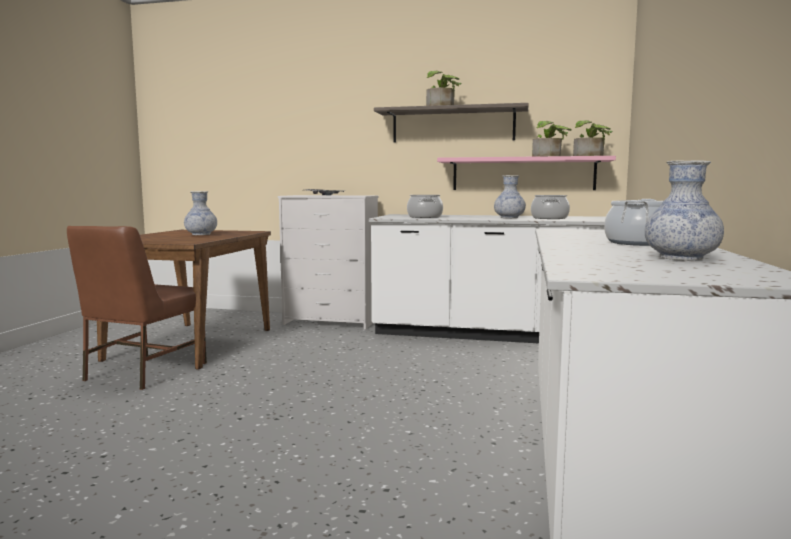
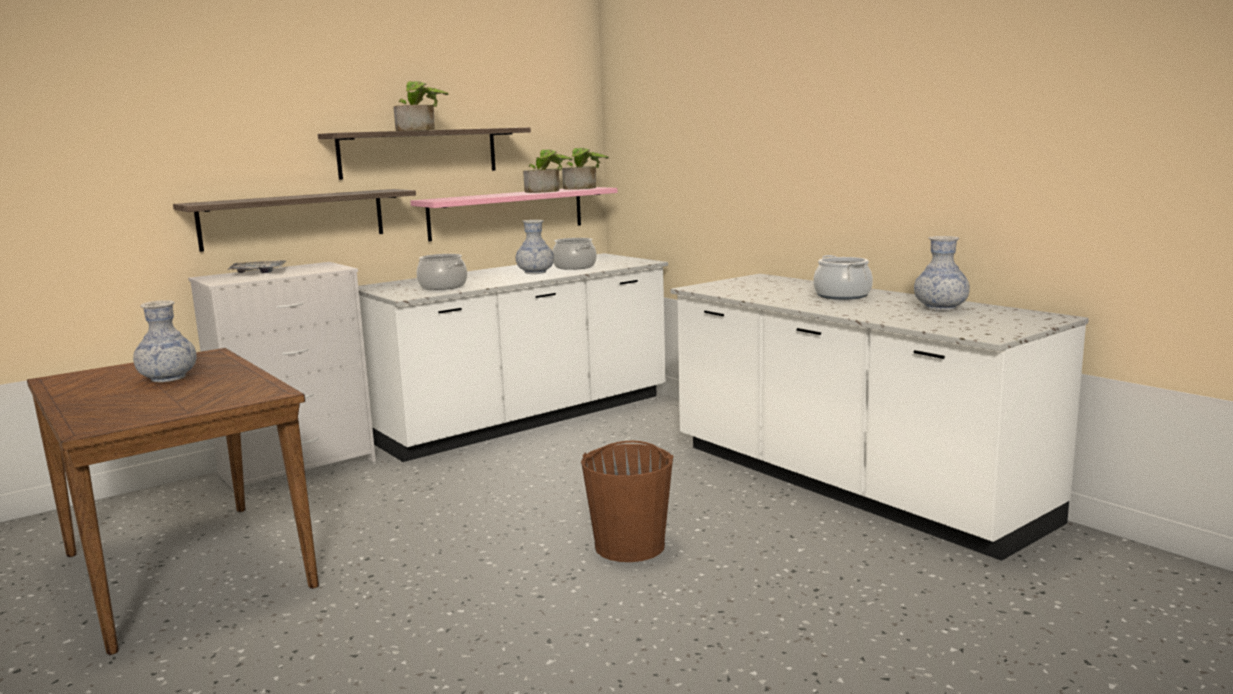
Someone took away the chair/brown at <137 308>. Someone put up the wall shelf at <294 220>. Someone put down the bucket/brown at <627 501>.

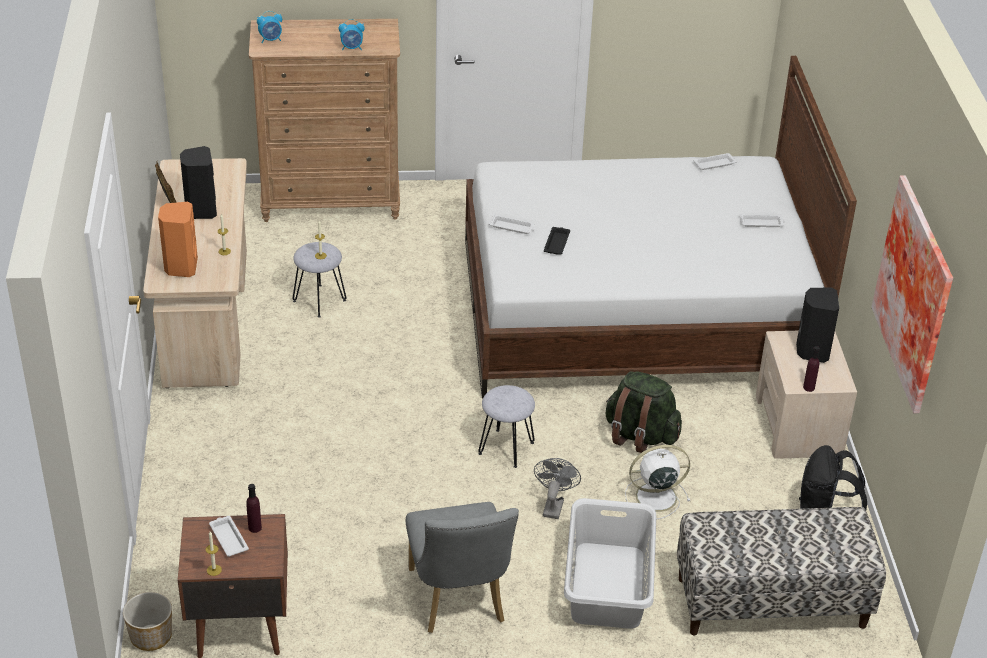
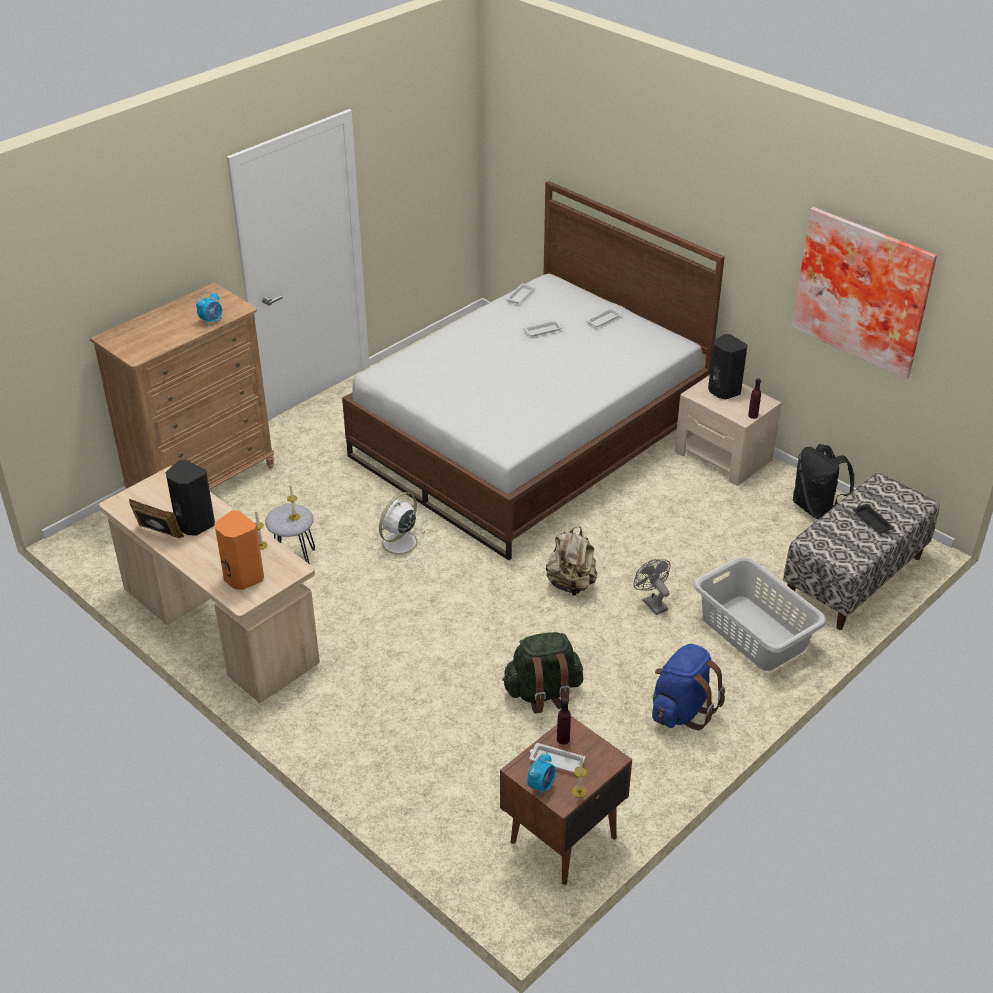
Someone carried the bedside clock from <269 27> to <541 774>. Someone carried the serving tray/white from <511 224> to <543 328>. Someone carried the serving tray/blackish from <557 241> to <873 519>. Someone carried the knapsack/greenish from <644 412> to <542 673>. Someone swapped the sitting stool/grey at <506 426> for the knapsack/sand-coloured at <571 561>. Someone carried the fan/white from <657 482> to <399 527>. Someone swapped the chair/grey at <462 567> for the knapsack/blue-coloured at <688 687>. Someone took away the flower pot at <147 621>.

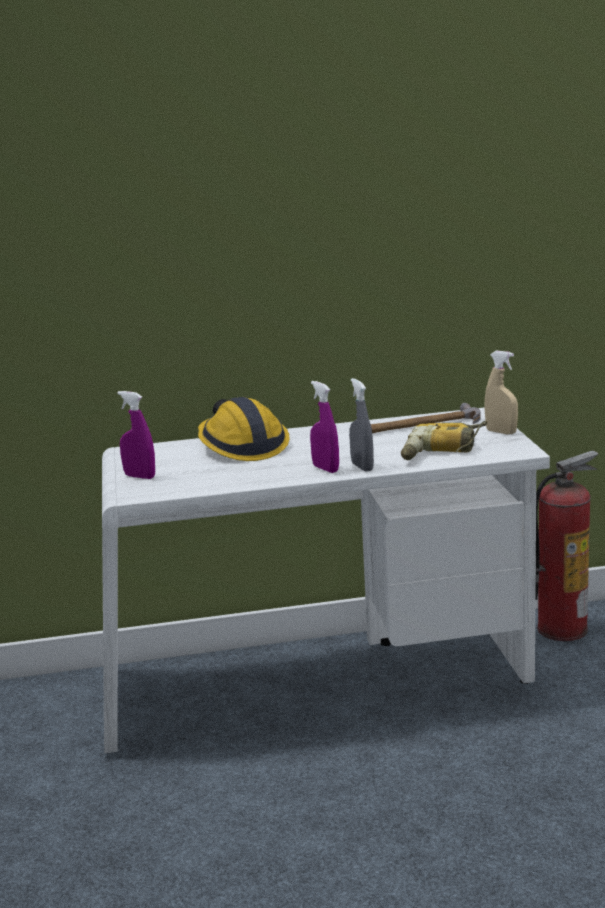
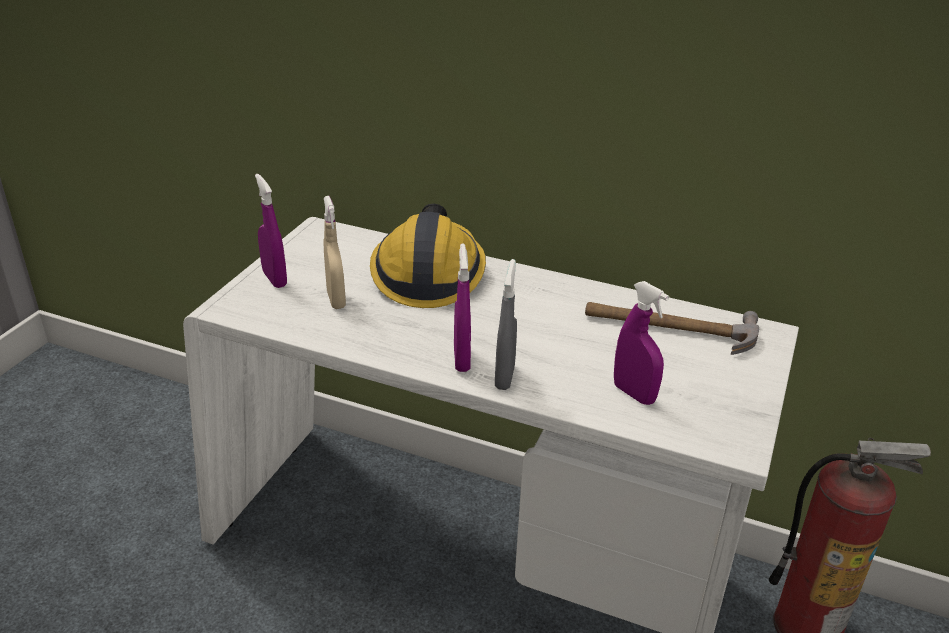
Someone carried the hand sprayer/sand-coloured from <501 392> to <334 252>. Someone swapped the drill at <444 440> for the hand sprayer/purple-coloured at <641 343>.

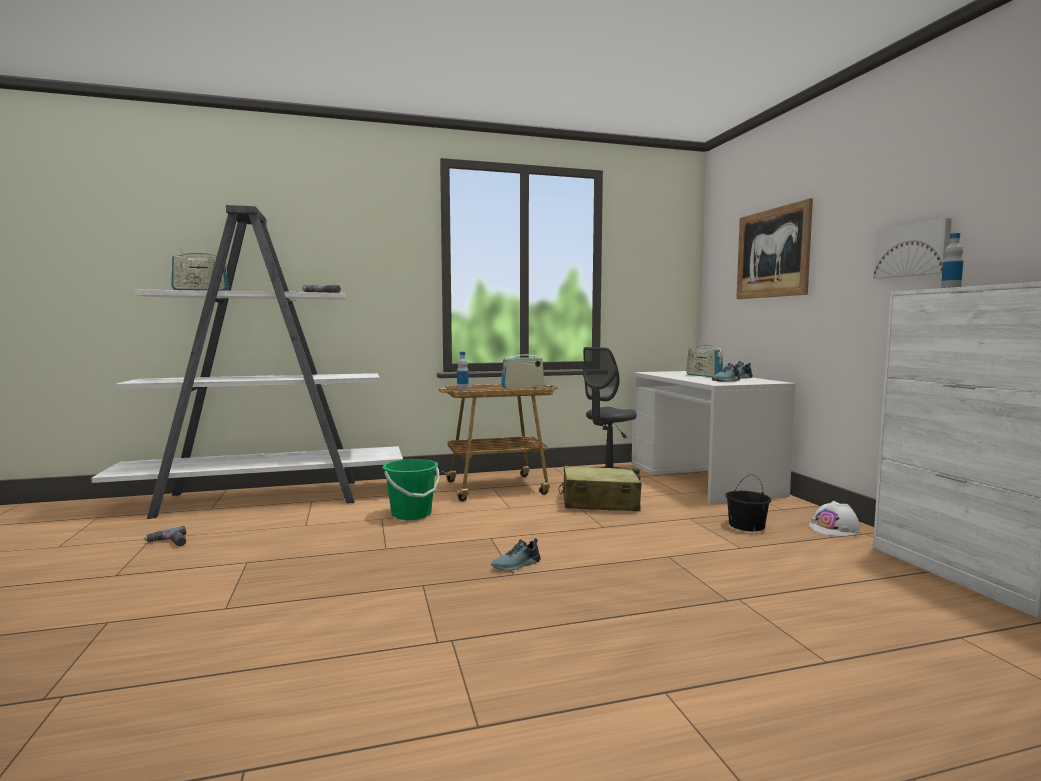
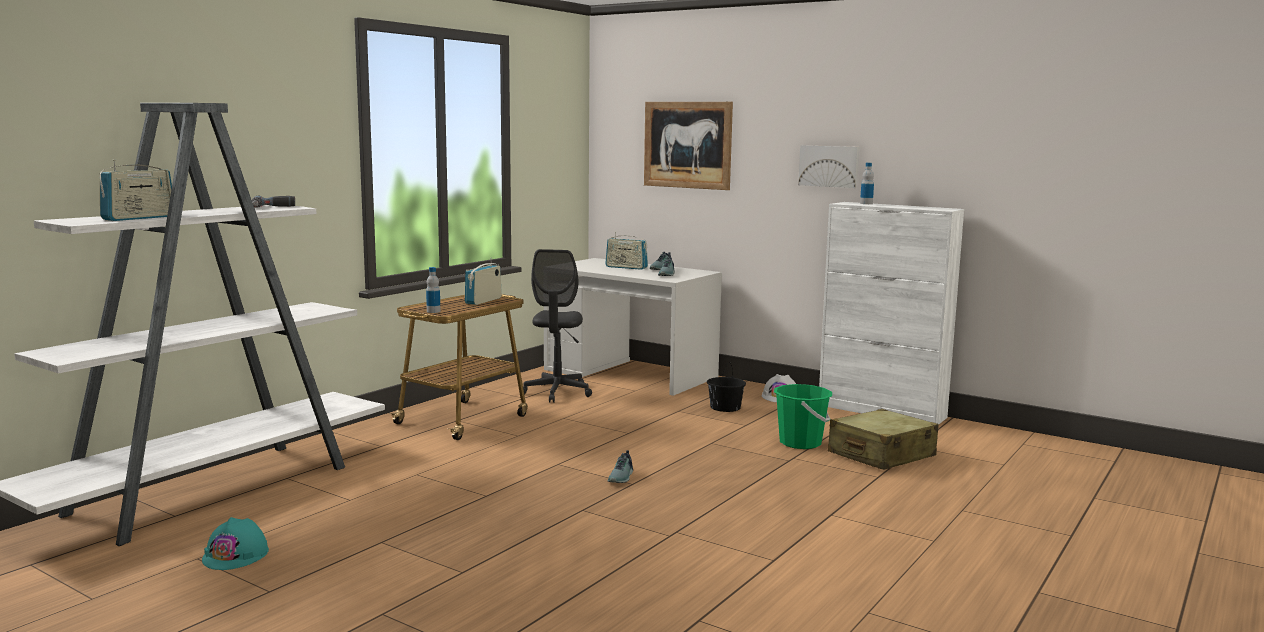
Someone carried the bucket/greenish from <411 489> to <803 416>. Someone carried the piece of luggage/sand-coloured from <599 488> to <883 439>. Someone swapped the drill at <165 536> for the hard hat/blue-green at <235 543>.

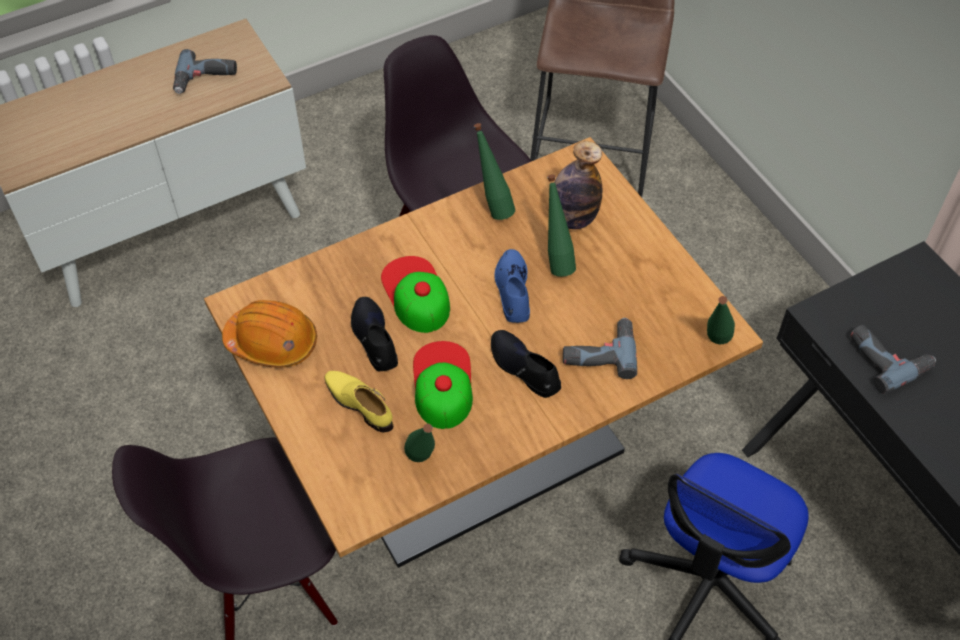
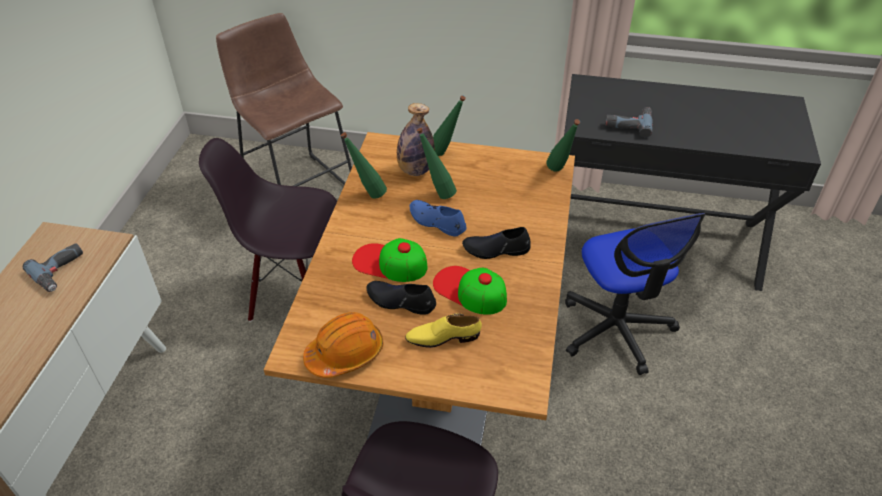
Someone took away the drill at <600 348>. Someone carried the drink bottle/greenish from <419 443> to <449 125>.

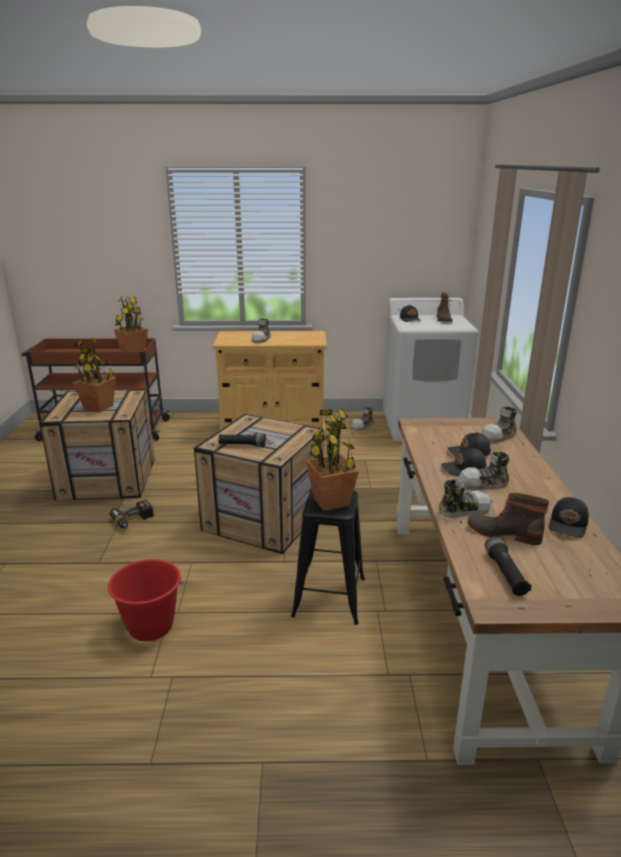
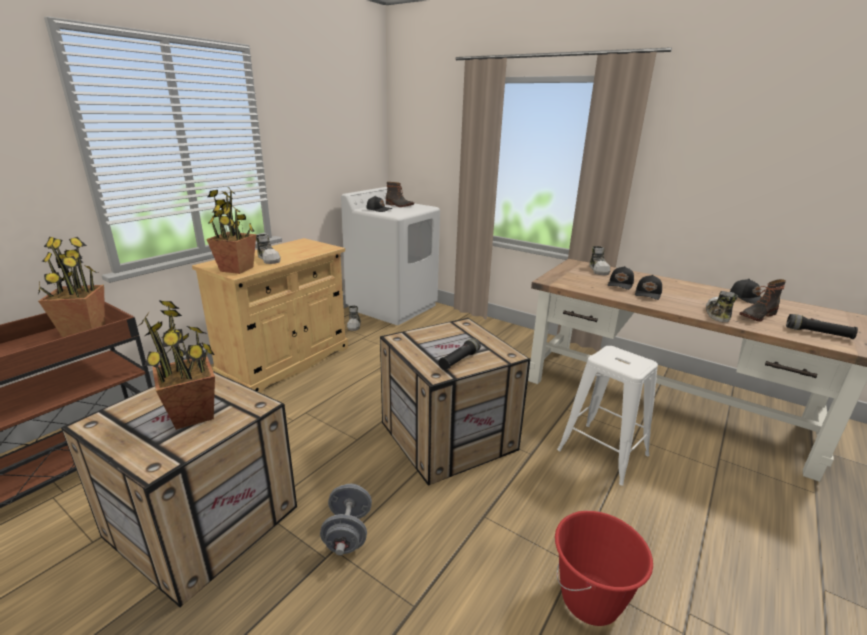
Someone carried the houseplant from <332 459> to <231 230>. Someone took away the low shoe at <484 471>. Someone repainted the sitting stool/blackish at <328 556>, which became the sitting stool/white at <607 416>. Someone swapped the drill at <132 514> for the dumbbell/grey at <346 519>.

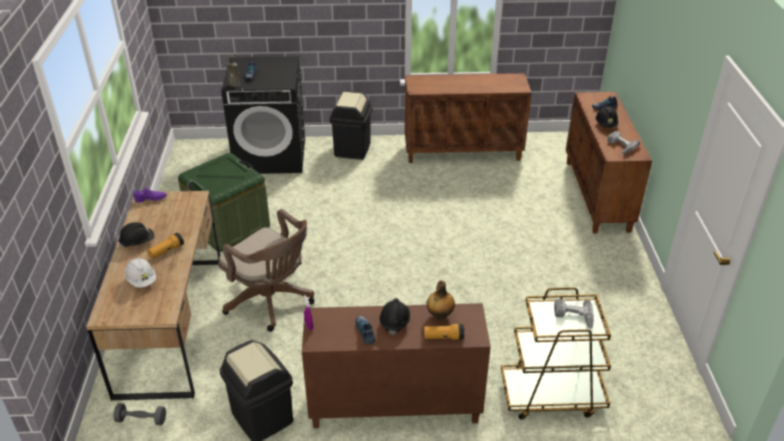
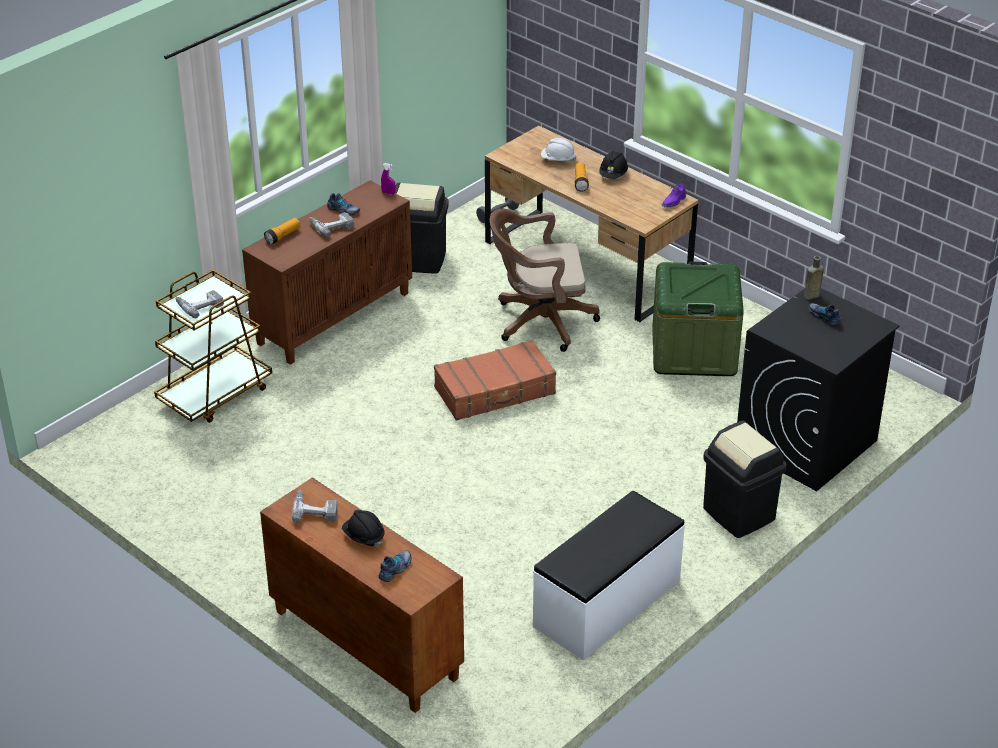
Someone swapped the cupboard/brown at <468 118> for the bench/white at <609 576>. Someone took away the drink bottle at <441 300>. Someone swapped the hard hat/blackish at <395 316> for the drill at <331 224>. Someone put down the piece of luggage/brown at <495 380>.

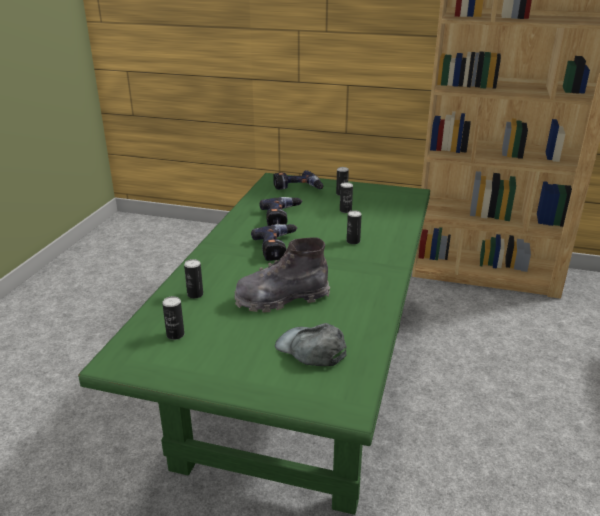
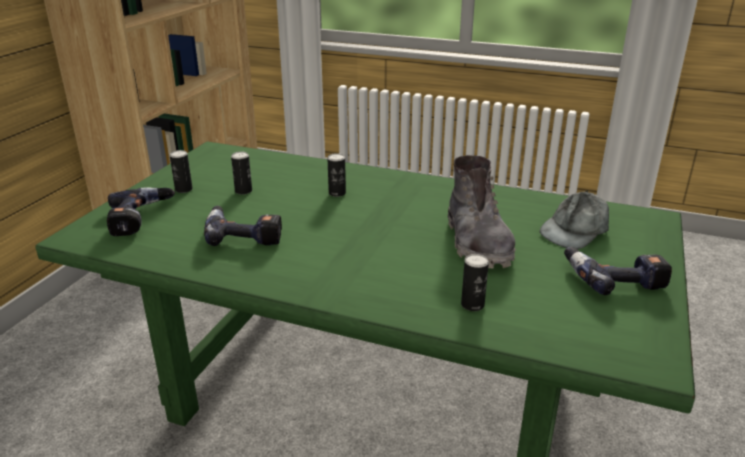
Someone carried the drill from <274 242> to <618 271>. Someone took away the metal can at <173 318>.

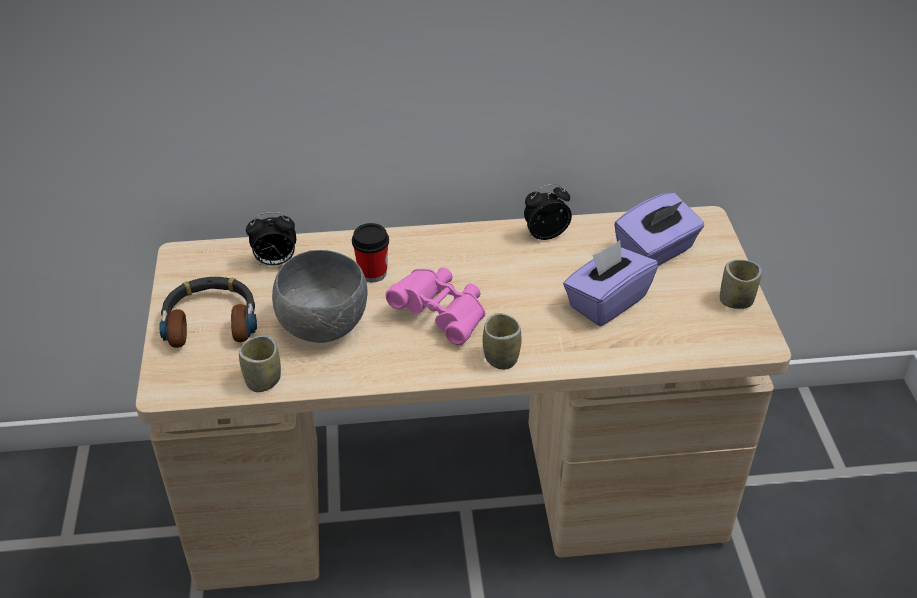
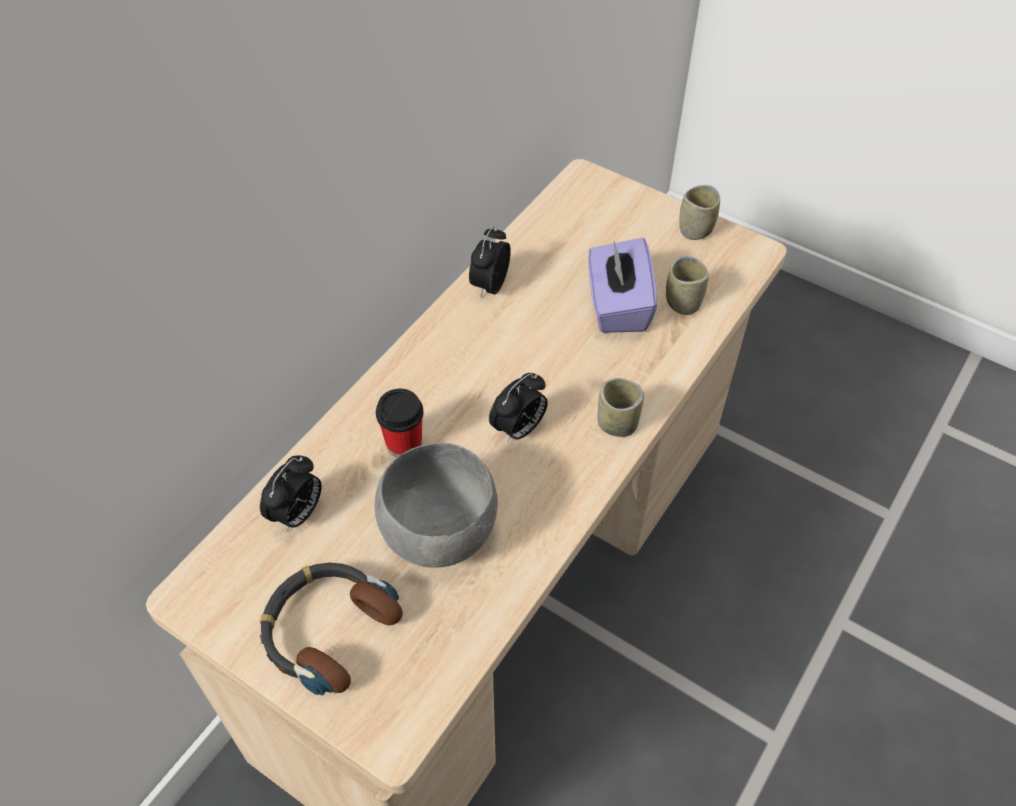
Someone took away the tissue box/purple-coloured at <659 229>. Someone swapped the field glasses/pinkish at <435 306> for the bedside clock at <518 408>. Someone carried the cup from <260 363> to <687 285>.

